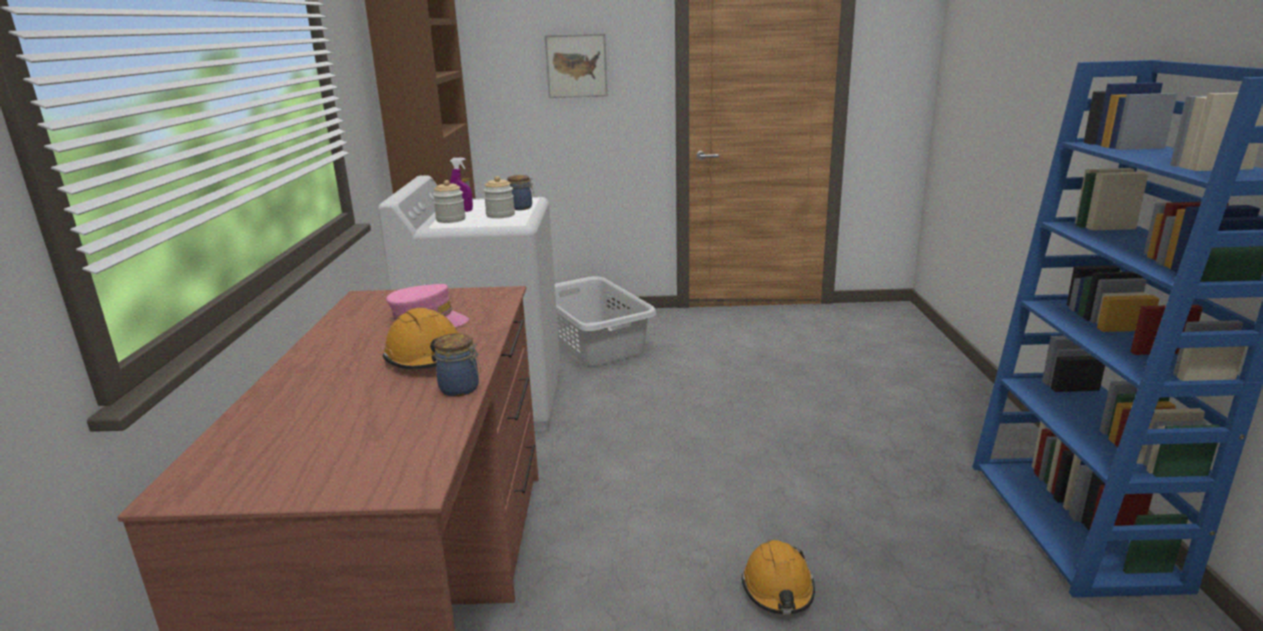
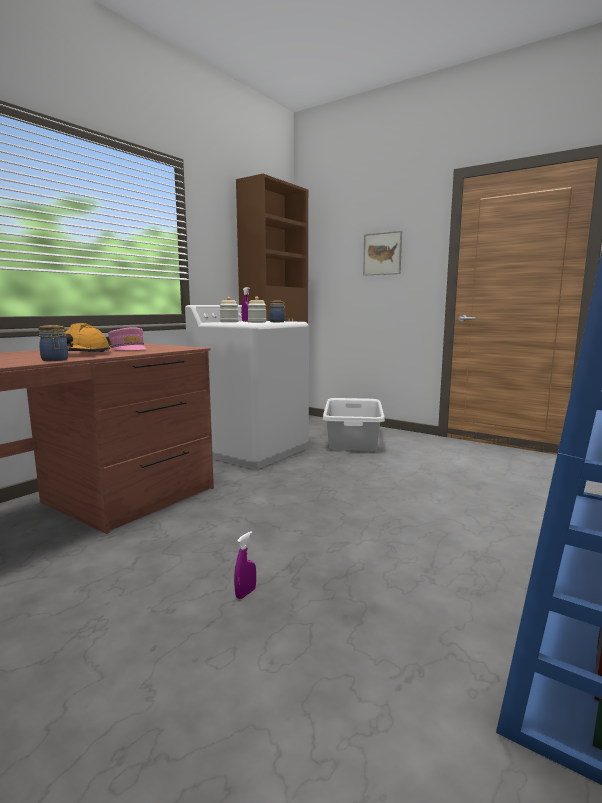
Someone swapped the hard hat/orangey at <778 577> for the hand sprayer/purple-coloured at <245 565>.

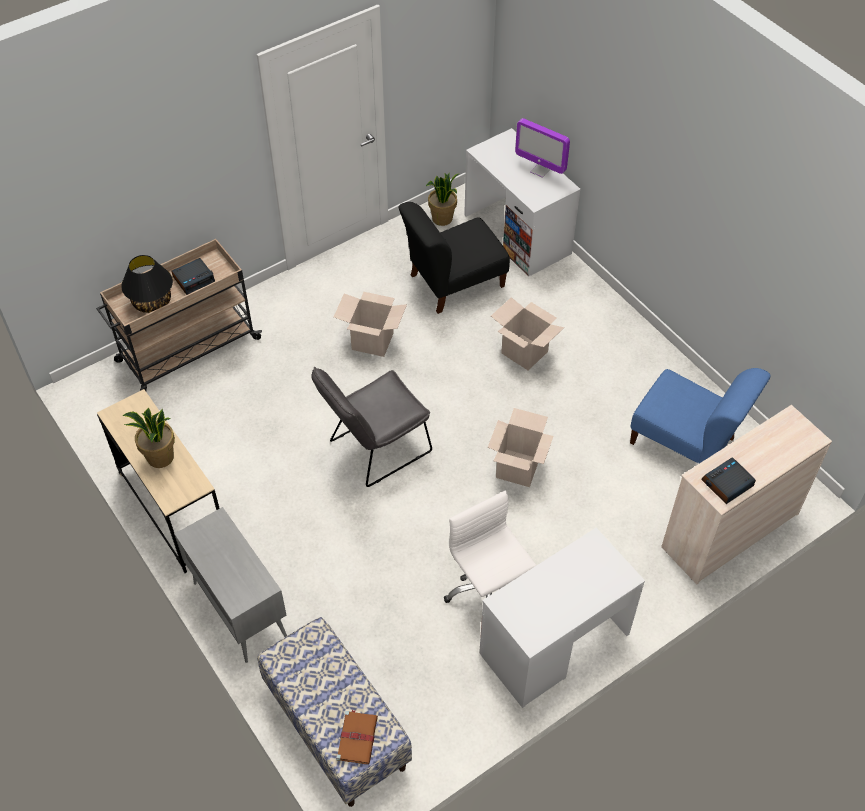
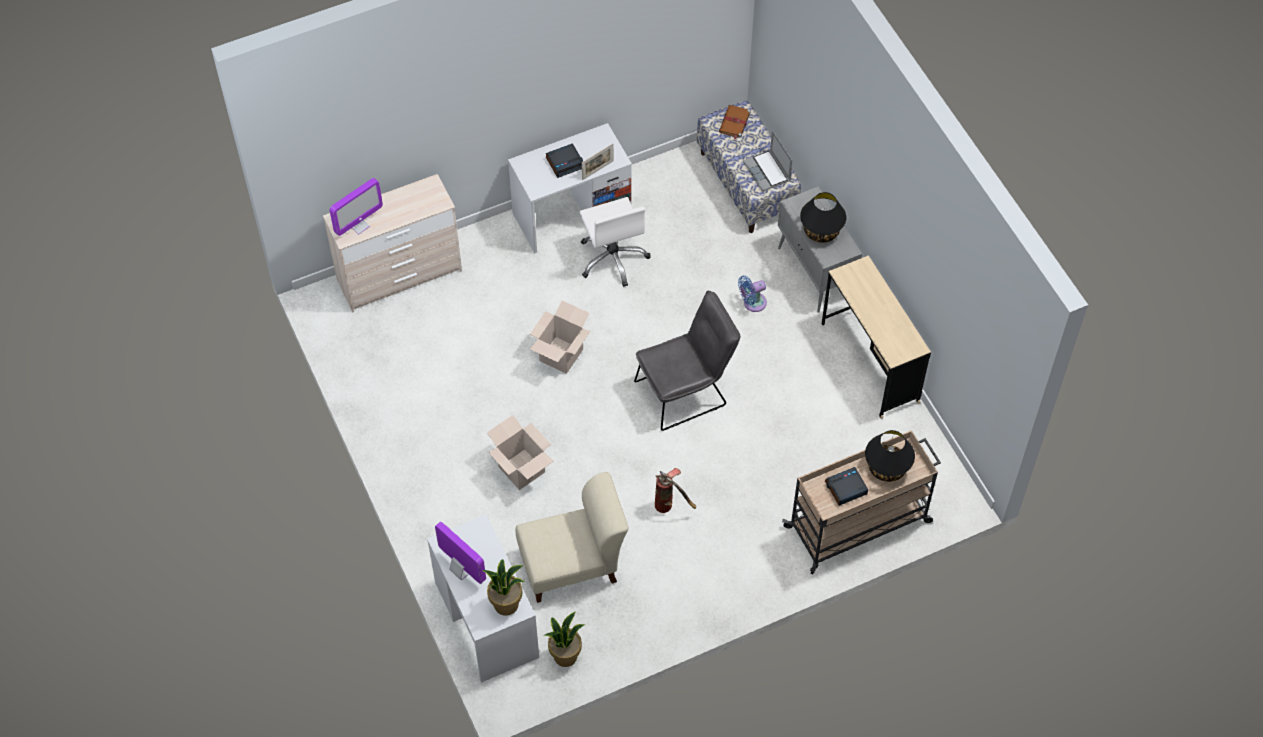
Someone repainted the chair/blackish at <454 258>, which became the chair/sand-coloured at <572 537>. Someone swapped the packing box at <370 324> for the fire-fighting cylinder at <675 490>. Someone took away the chair/blue-coloured at <700 416>. Someone carried the houseplant from <149 438> to <504 587>. Someone carried the bedside clock from <728 480> to <564 160>. Someone put down the laptop at <767 160>. Someone put down the standing frame at <598 162>. Someone put down the monitor at <356 207>. Someone put down the lamp for a table/blackish at <823 217>. Someone put down the fan/blue-coloured at <752 294>.

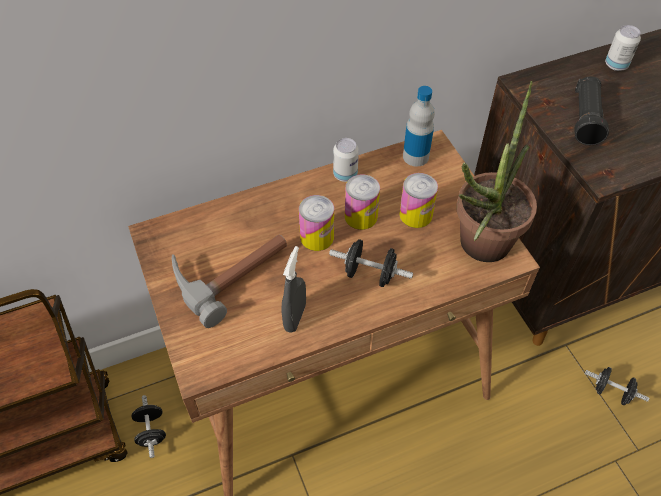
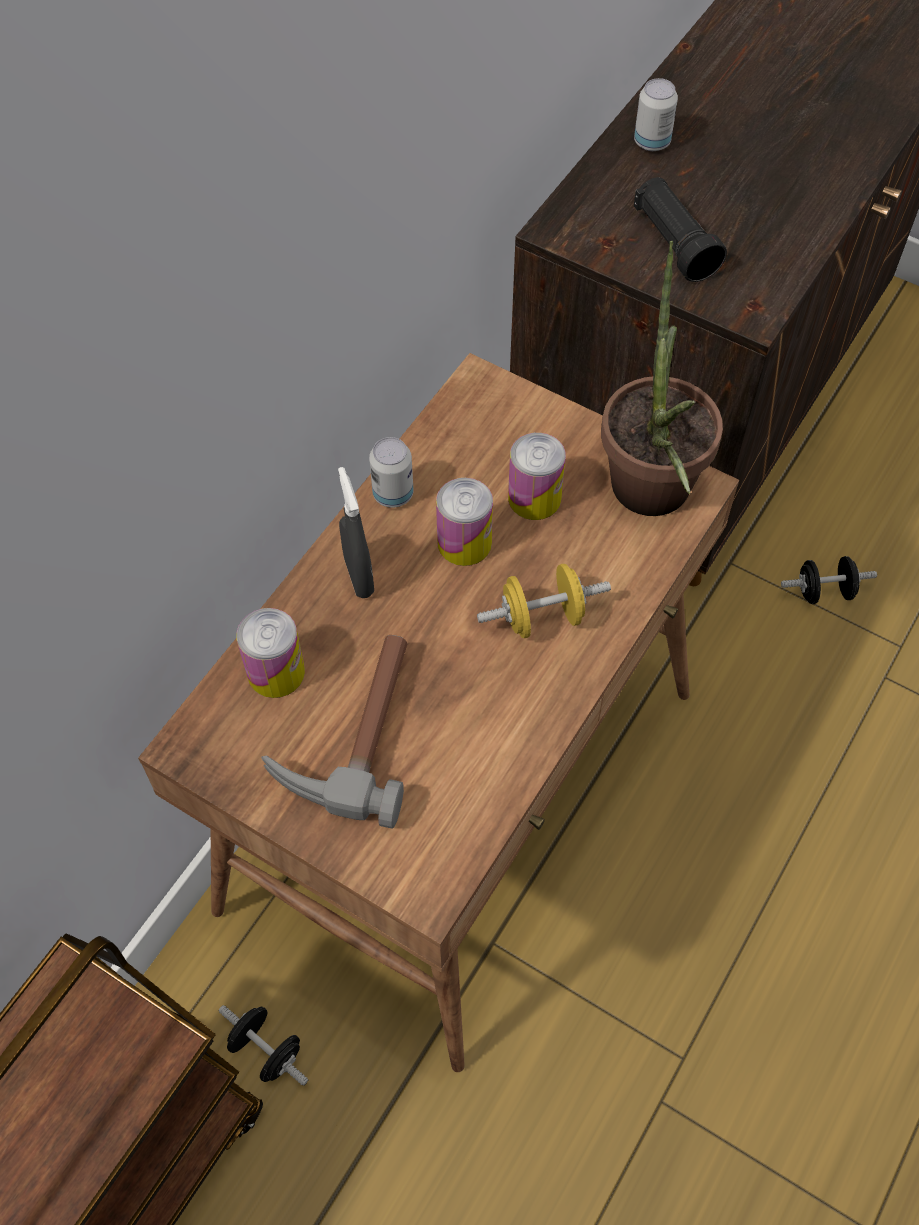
Someone took away the drink bottle at <419 126>. Someone carried the metal can from <316 223> to <270 653>. Someone repainted the dumbbell/blackish at <371 263>, which became the dumbbell/yellow at <544 601>. Someone carried the hand sprayer/grey from <294 289> to <356 532>.

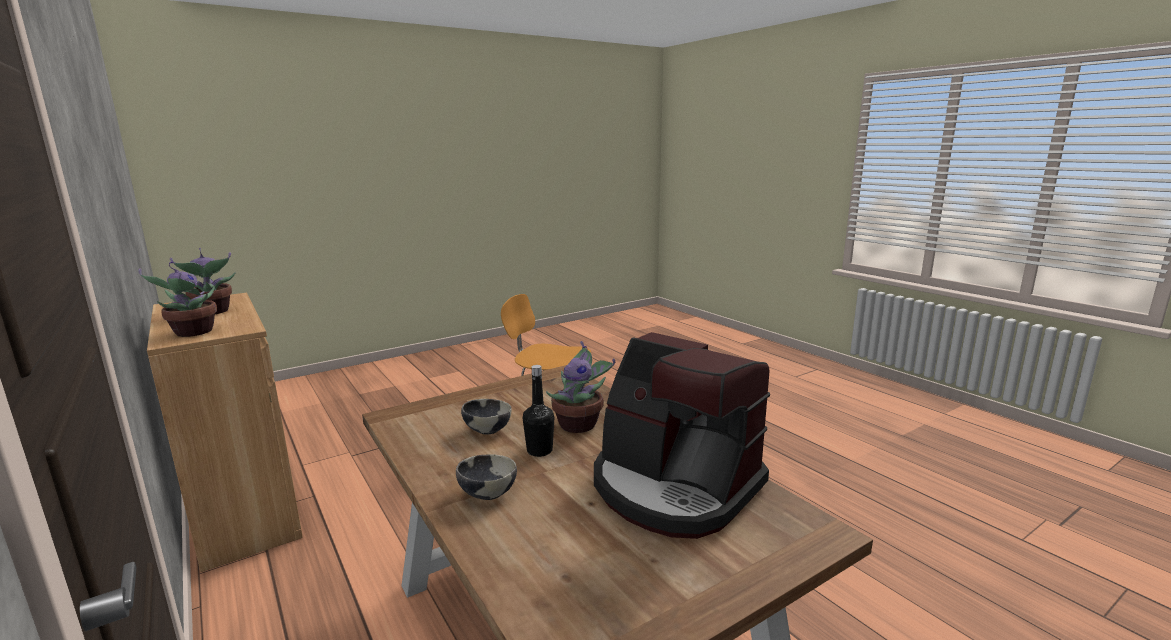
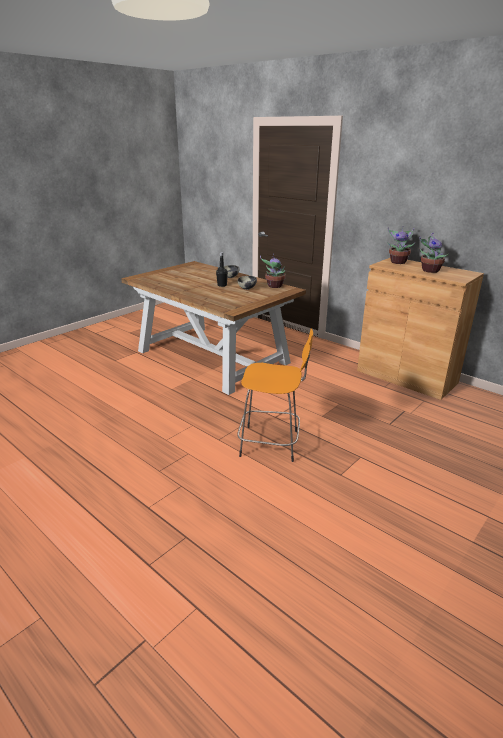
Someone took away the coffee machine at <682 435>. Someone carried the houseplant from <580 387> to <273 271>.

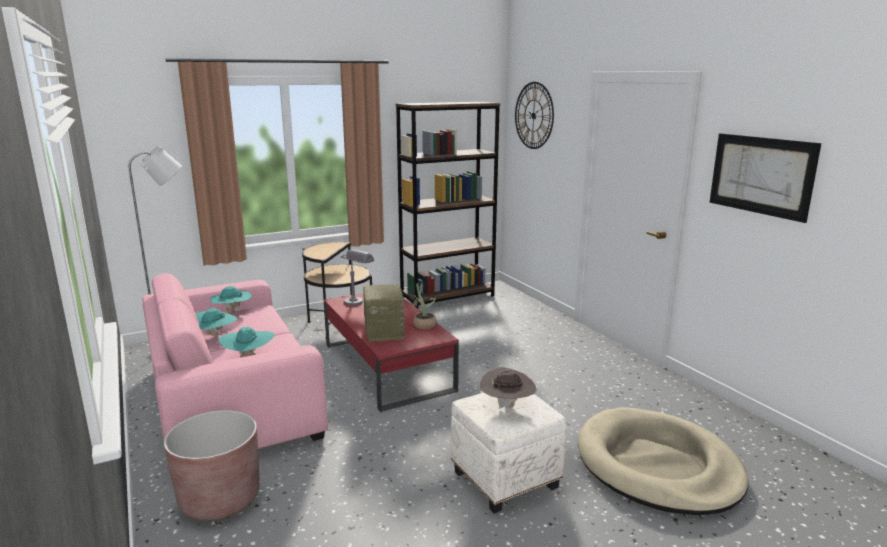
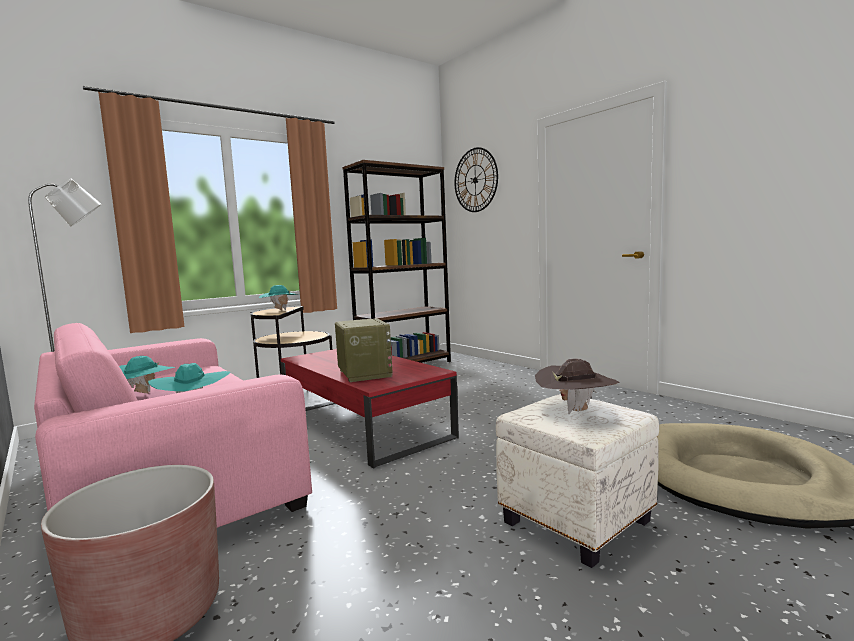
Someone took away the wall picture at <765 178>. Someone took away the lamp for a table/grey at <357 277>. Someone took away the houseplant at <422 306>. Someone carried the clothing hat/blue-green from <231 299> to <278 297>.

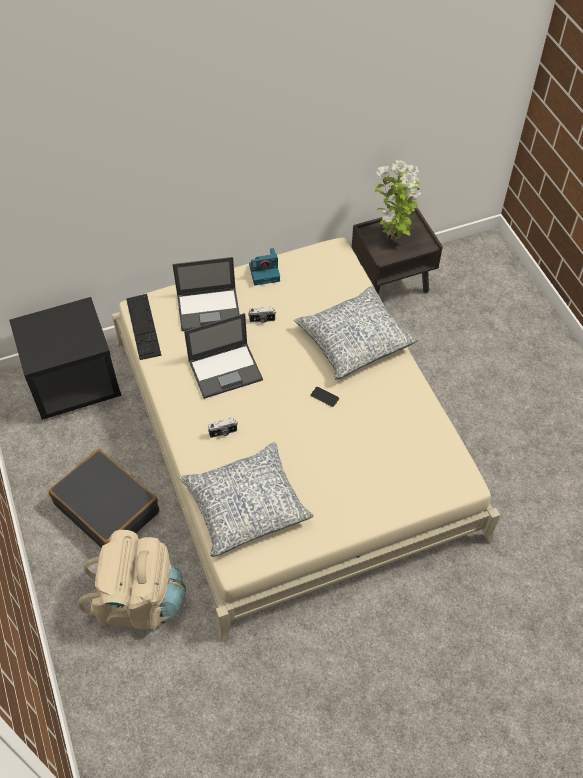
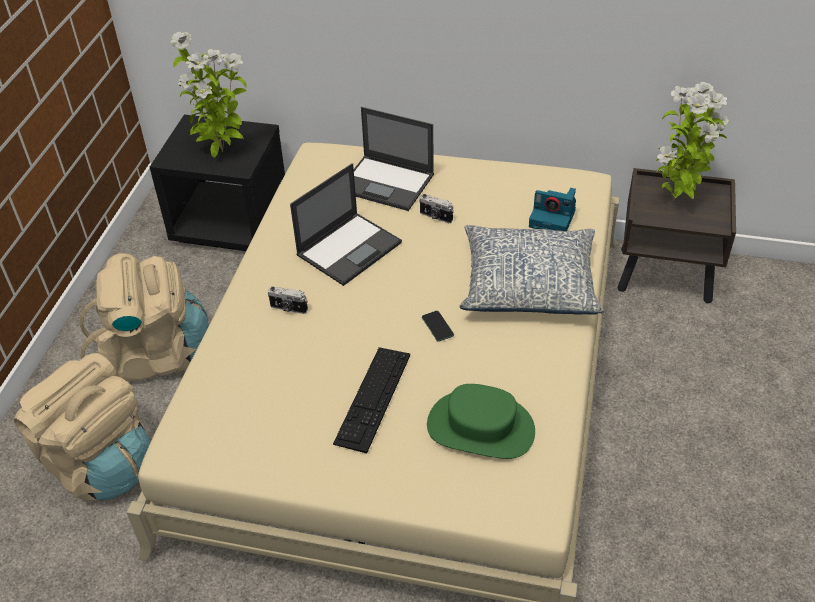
Someone carried the still camera from <264 267> to <552 209>. Someone carried the computer keyboard from <143 327> to <371 400>. Someone rotated the laptop at <223 356> by 60 degrees counterclockwise. Someone took away the cushion at <246 499>. Someone swapped the piece of luggage/blackish at <104 498> for the knapsack/sand-coloured at <144 317>. Someone put down the houseplant at <208 95>. Someone put down the clothing hat/greenish at <481 421>.

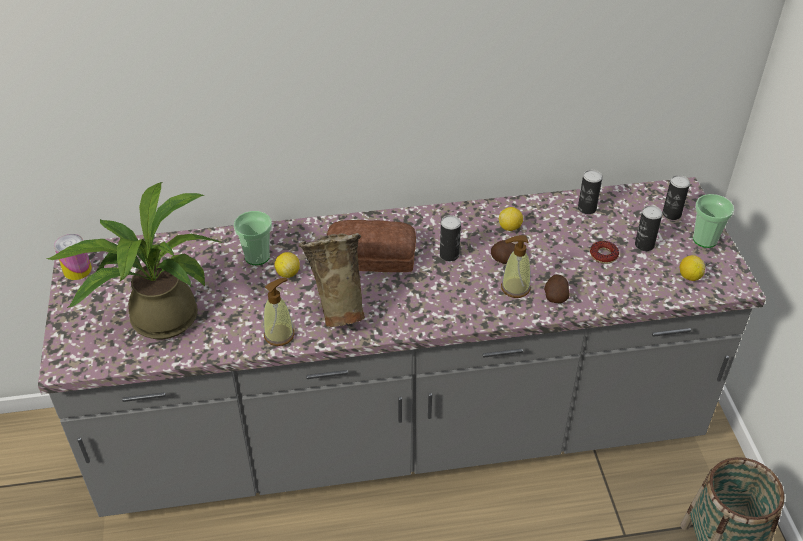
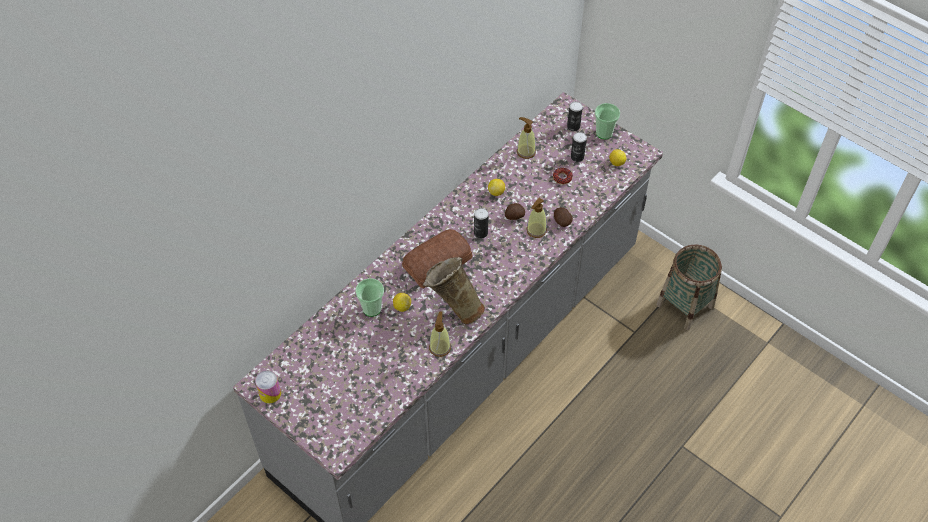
Someone swapped the metal can at <590 192> for the liquid soap bottle at <526 138>. Someone took away the houseplant at <134 260>.

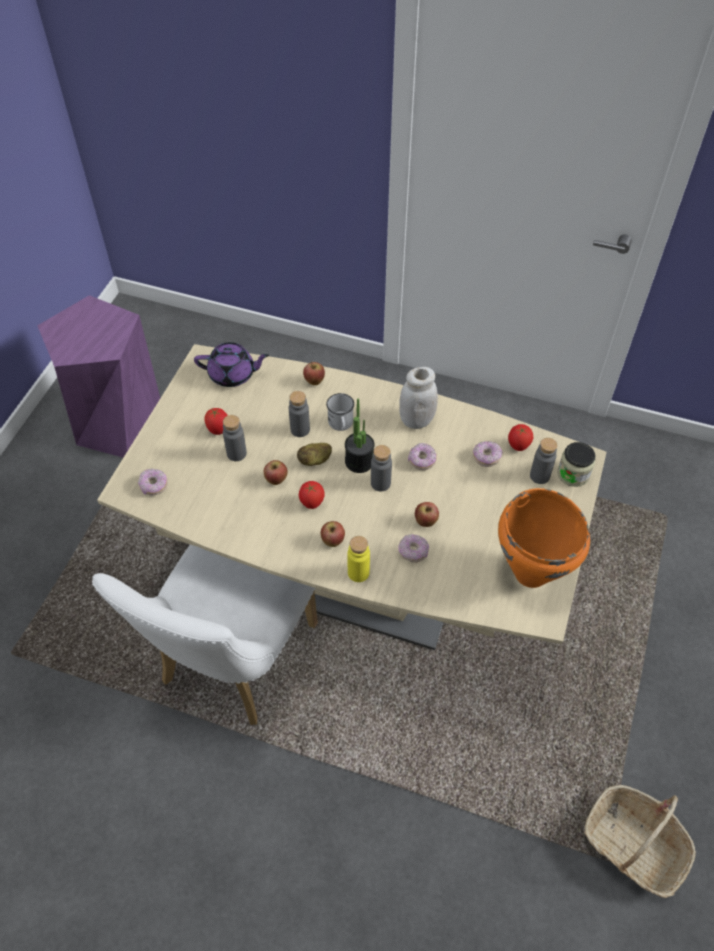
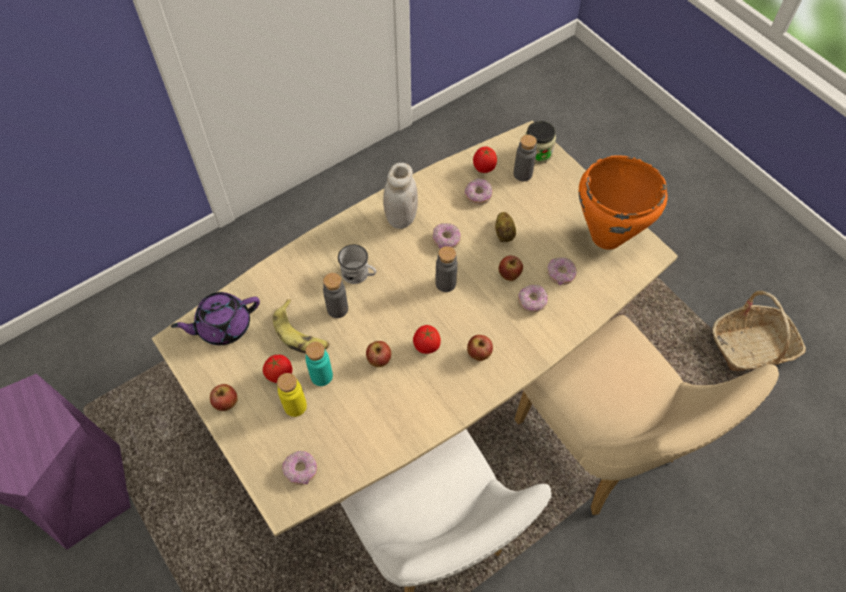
Someone rotated the tea pot/purple-coloured at <231 364> by 150 degrees counterclockwise. Someone carried the apple from <314 373> to <224 397>. Someone took away the houseplant at <360 435>. Someone repainted the drink bottle/grey at <235 438>, which became the drink bottle/blue-green at <319 364>. Someone carried the spud from <314 454> to <505 227>. Someone carried the drink bottle/yellow from <358 559> to <292 395>. Someone put down the ring doughnut at <561 271>. Someone put down the banana at <301 326>. Someone put down the chair/sand-coloured at <646 415>.

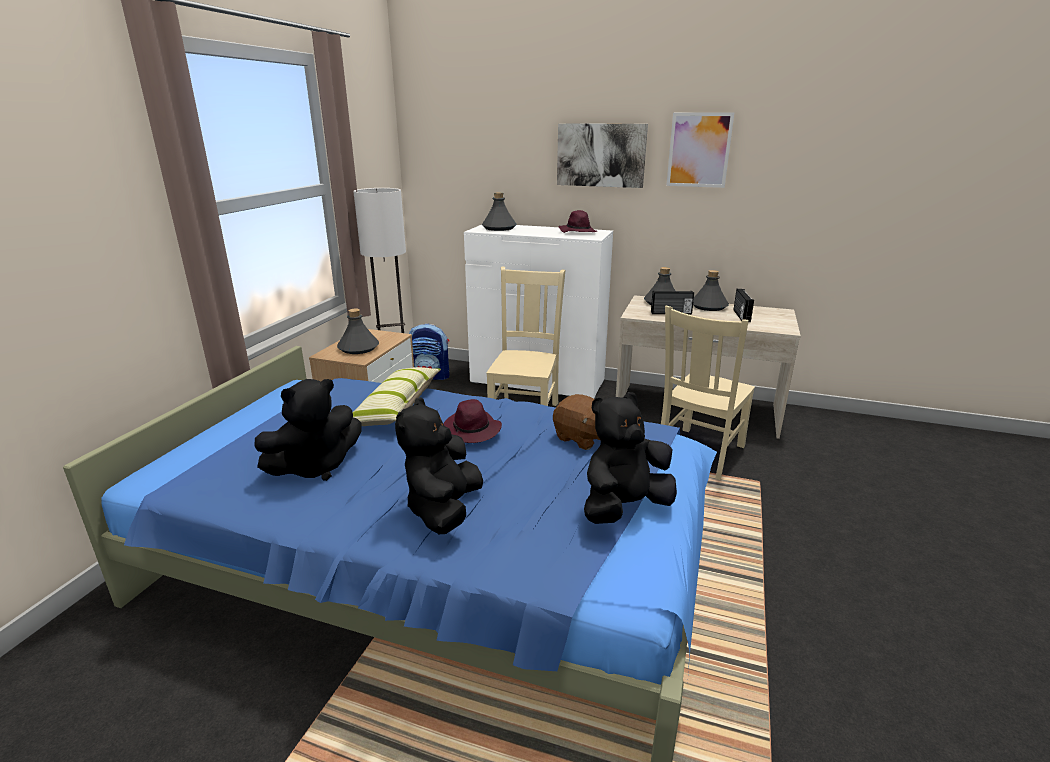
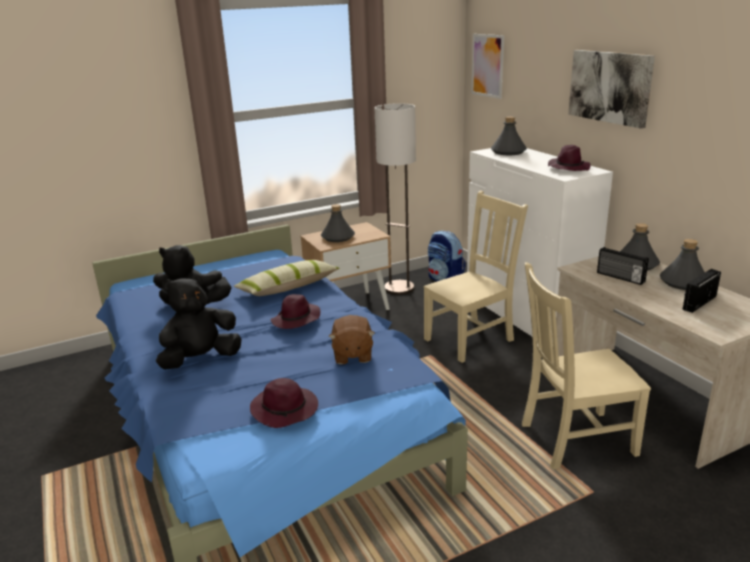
Someone carried the wall picture from <700 150> to <487 66>. Someone swapped the plush toy/blackish at <630 458> for the clothing hat/purple-coloured at <284 403>.

